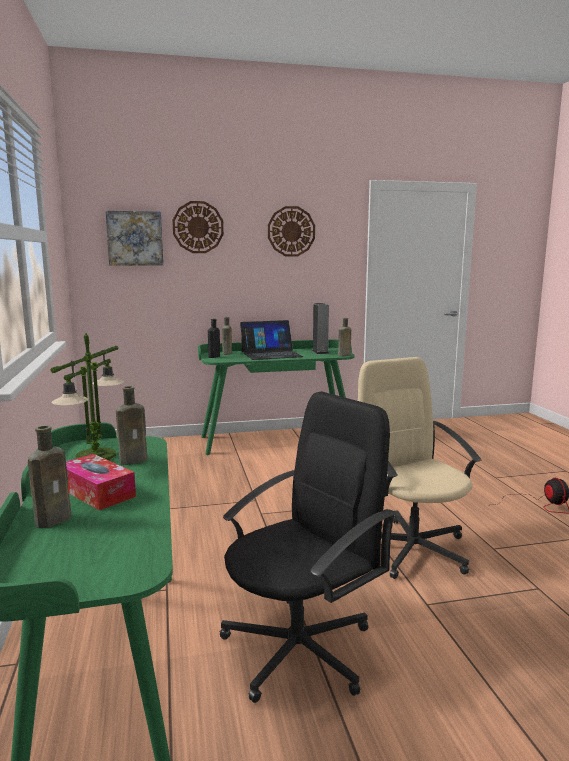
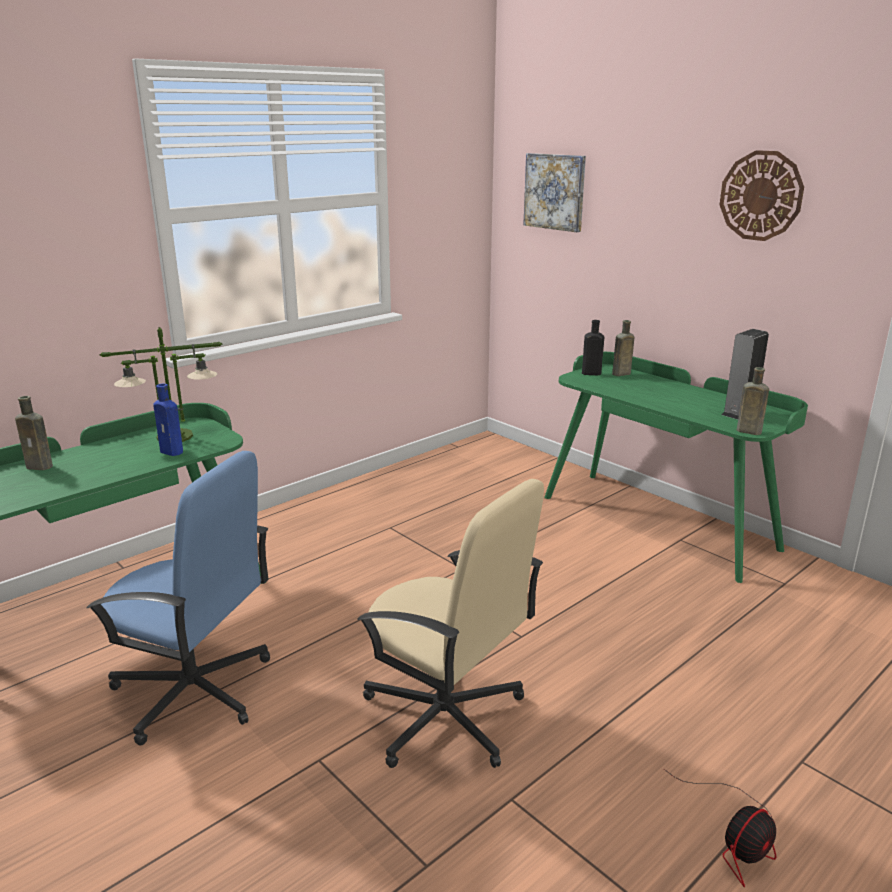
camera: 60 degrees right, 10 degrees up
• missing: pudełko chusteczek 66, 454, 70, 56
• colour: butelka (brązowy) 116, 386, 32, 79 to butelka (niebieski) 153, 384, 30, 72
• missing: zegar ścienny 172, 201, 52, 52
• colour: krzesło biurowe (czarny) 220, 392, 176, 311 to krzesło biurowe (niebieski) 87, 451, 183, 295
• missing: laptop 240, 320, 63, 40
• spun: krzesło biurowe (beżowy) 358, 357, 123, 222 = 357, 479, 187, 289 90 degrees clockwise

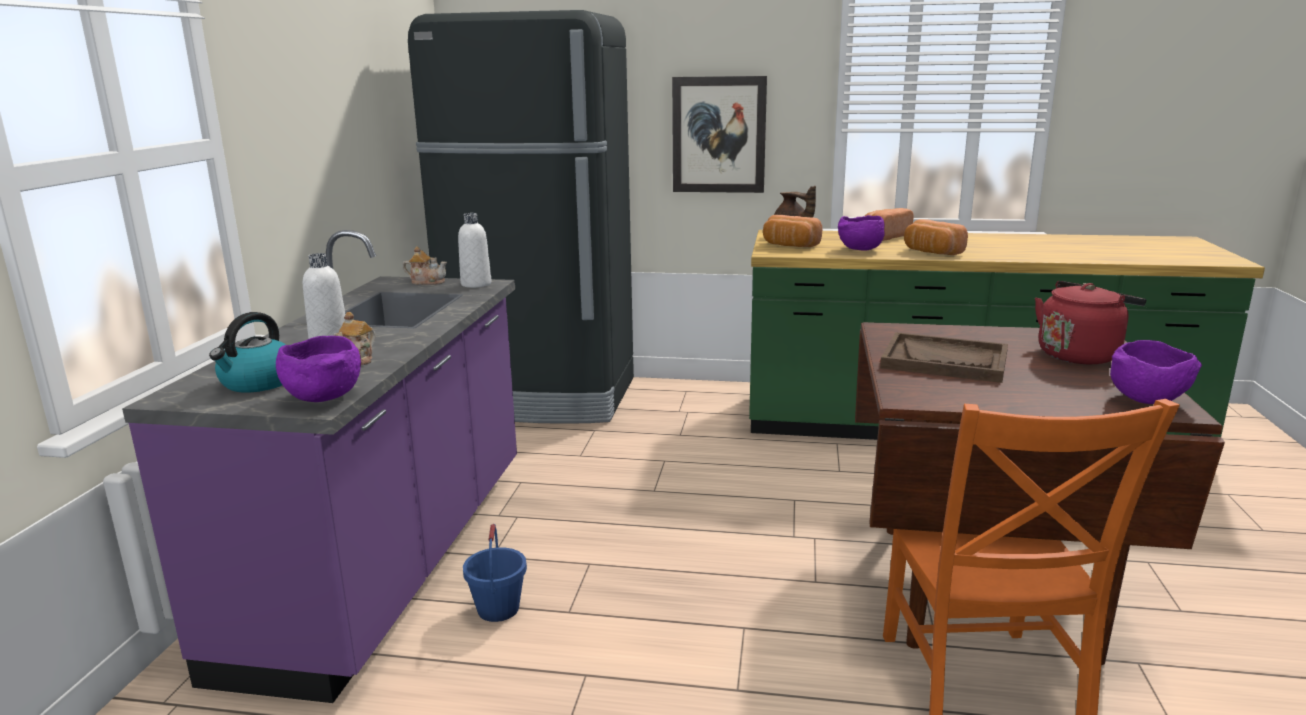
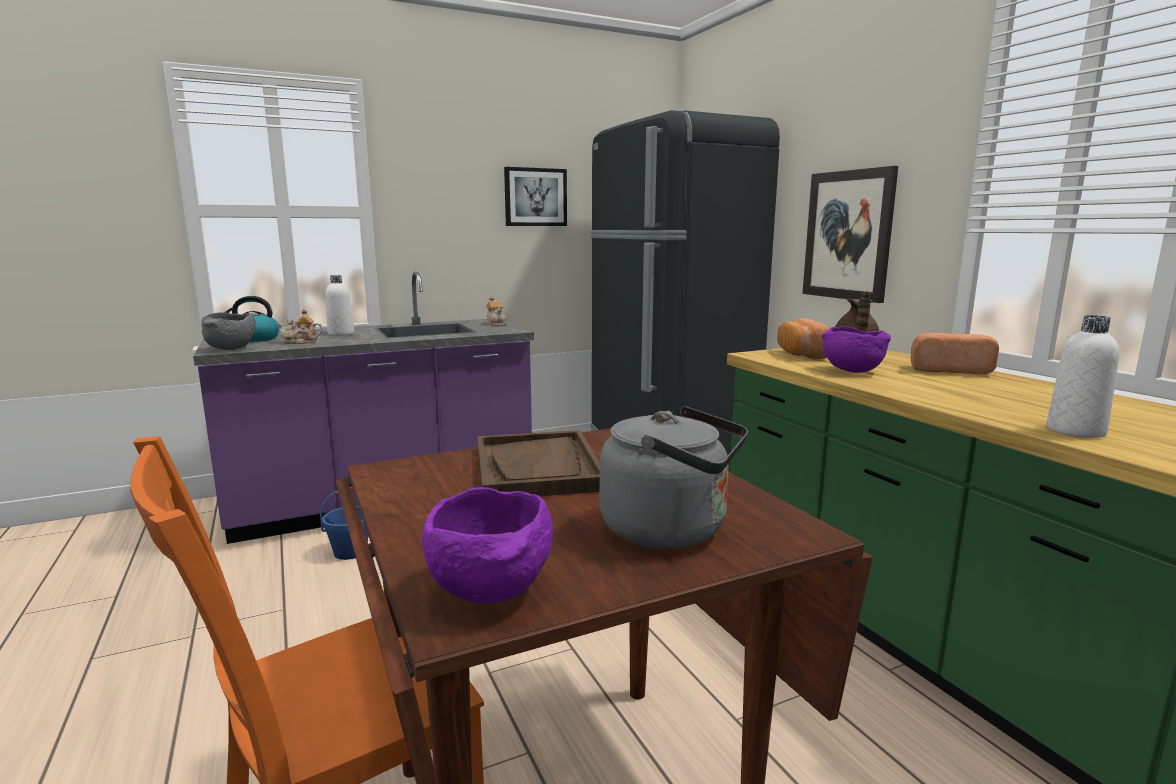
camera: 55 degrees right, 5 degrees down
• colour: miska (fioletowy) 276, 336, 85, 66 to miska (szary) 201, 312, 55, 38
• relocated: butelka (biały) 458, 213, 33, 75 to 1047, 315, 72, 123
• missing: chleb 904, 219, 64, 36
• colour: czajnik (czerwony) 1035, 281, 111, 83 to czajnik (szary) 600, 406, 148, 143
• appeared: obraz 504, 167, 63, 59

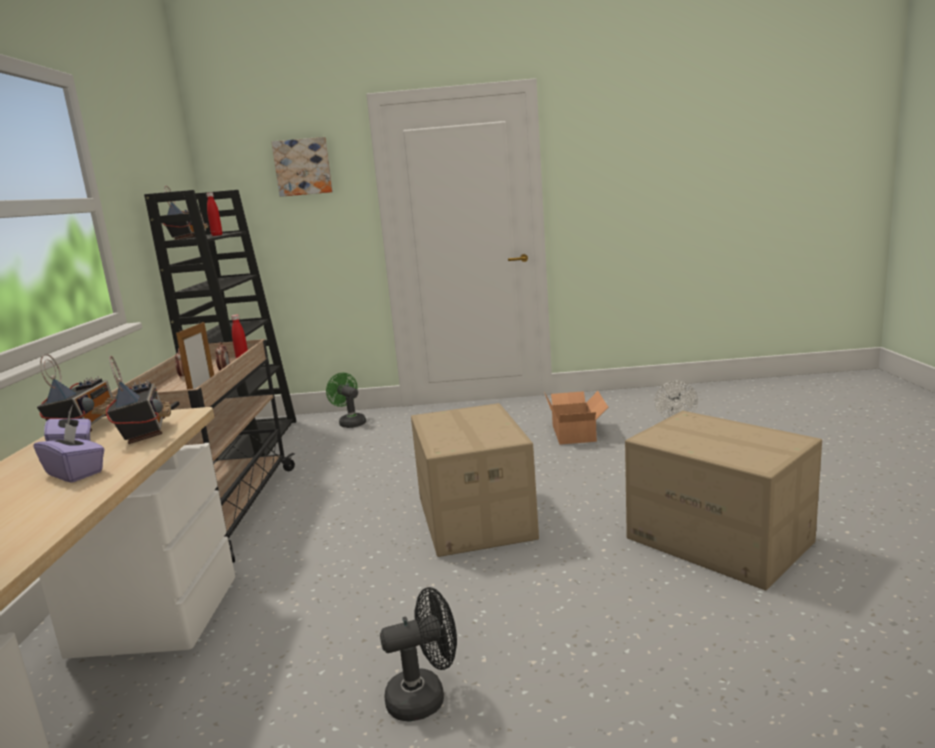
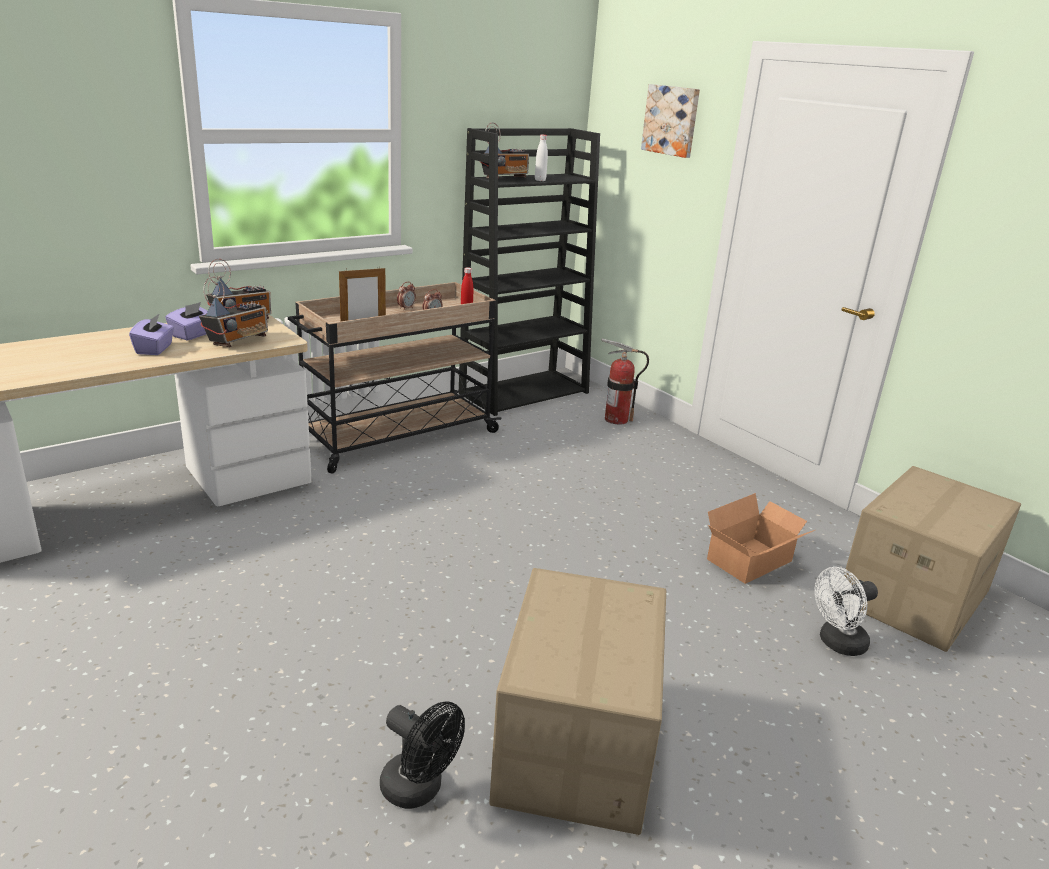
camera: 50 degrees right, 10 degrees up
• colour: butelka (czerwony) 206, 192, 16, 44 to butelka (biały) 535, 135, 13, 46
• exchanged: wentylator (zielony) 326, 373, 40, 55 to gaśnica 602, 339, 47, 86
• relocated: wentylator (czarny) 380, 587, 77, 135 to 380, 701, 85, 108
• relocated: karton 411, 403, 128, 154 to 844, 466, 177, 186

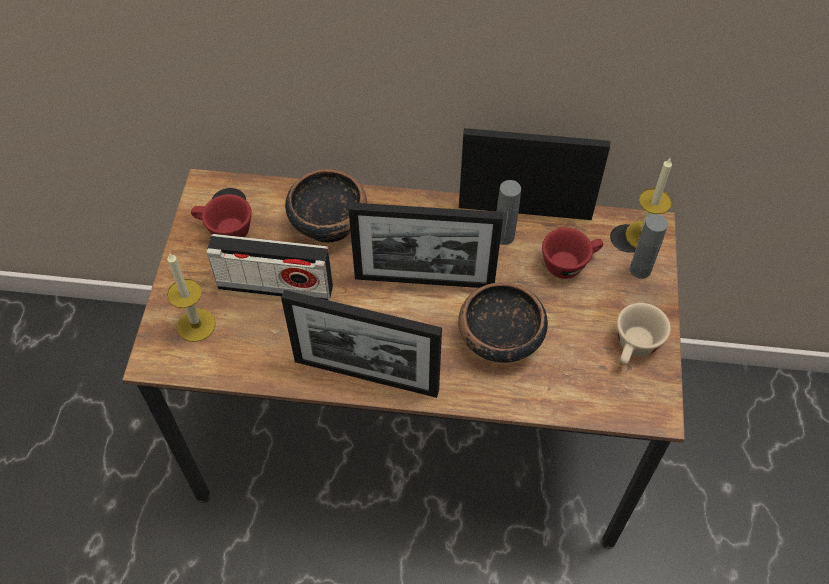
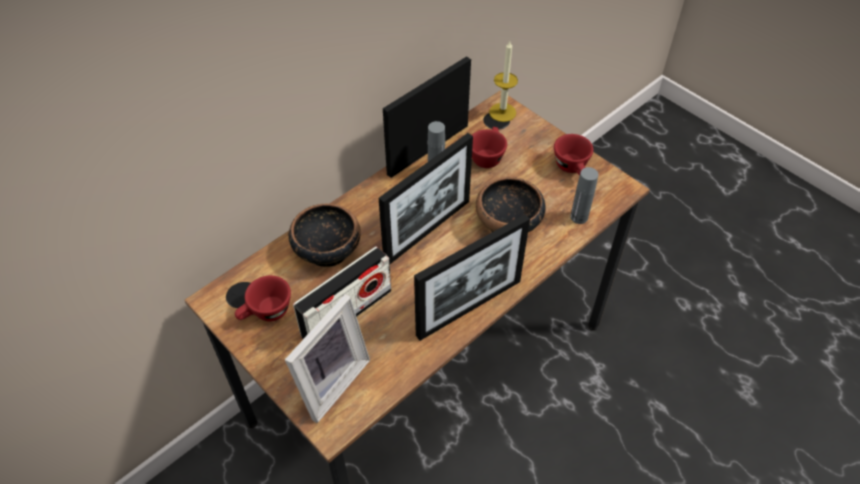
camera: 50 degrees left, 5 degrees down
• exchanged: świeca 167, 252, 49, 90 to ramka na zdjęcie 285, 294, 85, 129
• colour: filiżanka (beżowy) 617, 303, 54, 62 to filiżanka (czerwony) 554, 134, 39, 42
• relocated: butelka (szary) 630, 214, 38, 65 to 570, 167, 29, 57

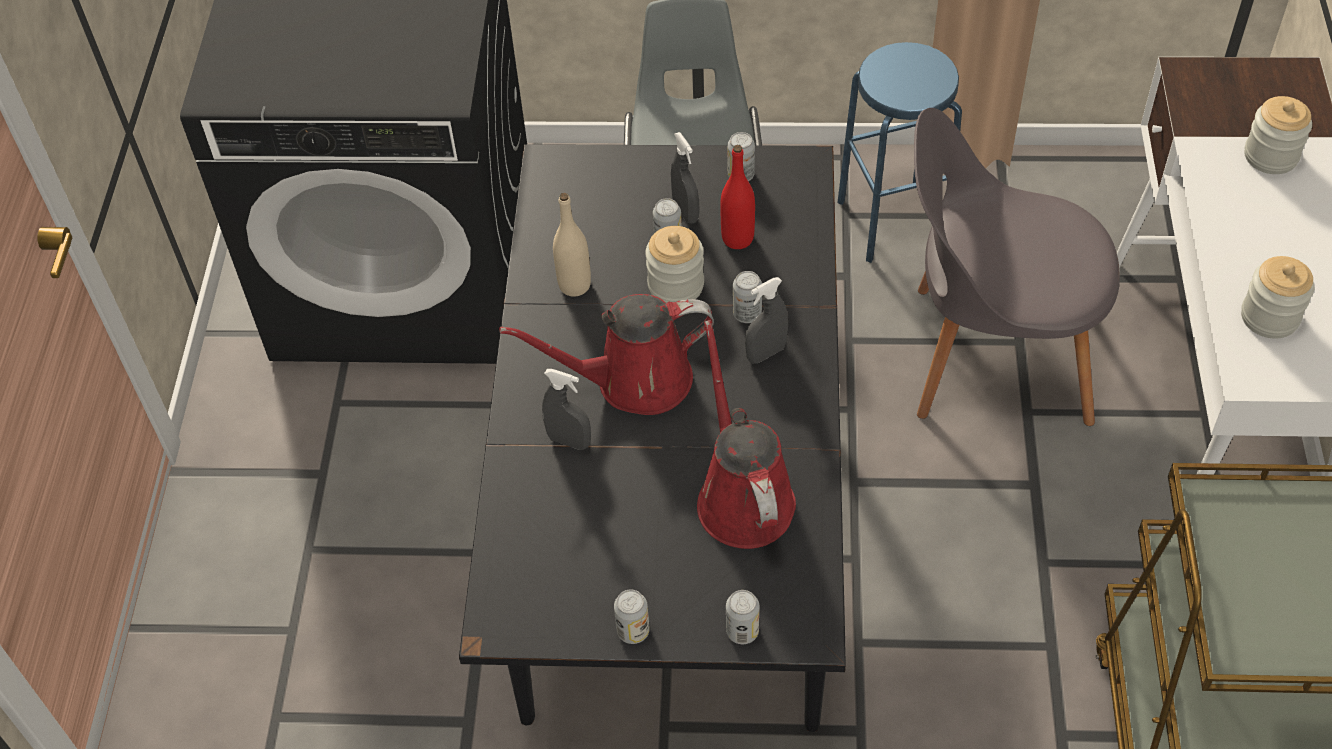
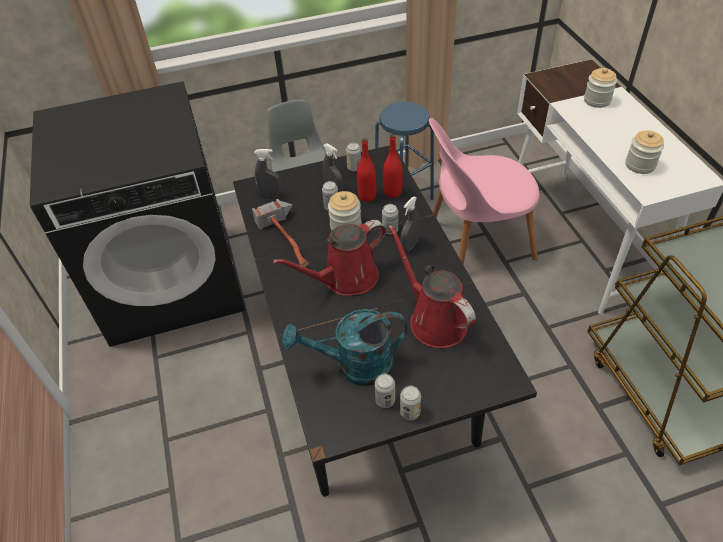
camera: 20 degrees left, 5 degrees down
• relocated: spryskiwacz (szary) 542, 369, 49, 81 to 254, 149, 28, 48
• exchanged: butelka (beżowy) 553, 193, 38, 104 to młotek 252, 199, 57, 68
• relocated: puszka 726, 590, 34, 54 to 375, 374, 20, 34
• colour: krzesło (szary) 914, 108, 206, 318 to krzesło (różowy) 429, 118, 111, 147
• appeared: konewka (turkusowy) 282, 309, 125, 77
• appeared: butelka (czerwony) 383, 134, 19, 64

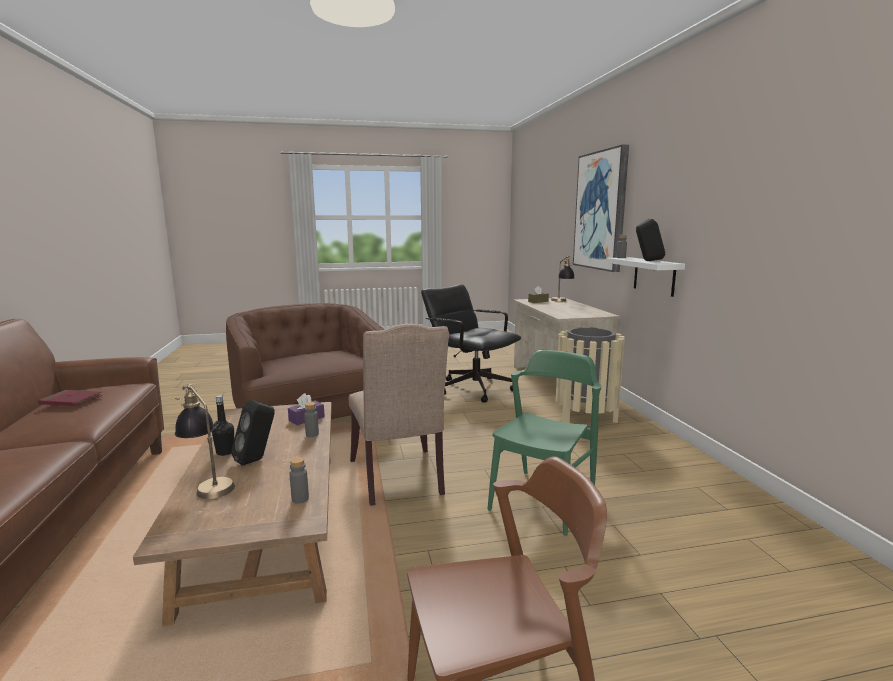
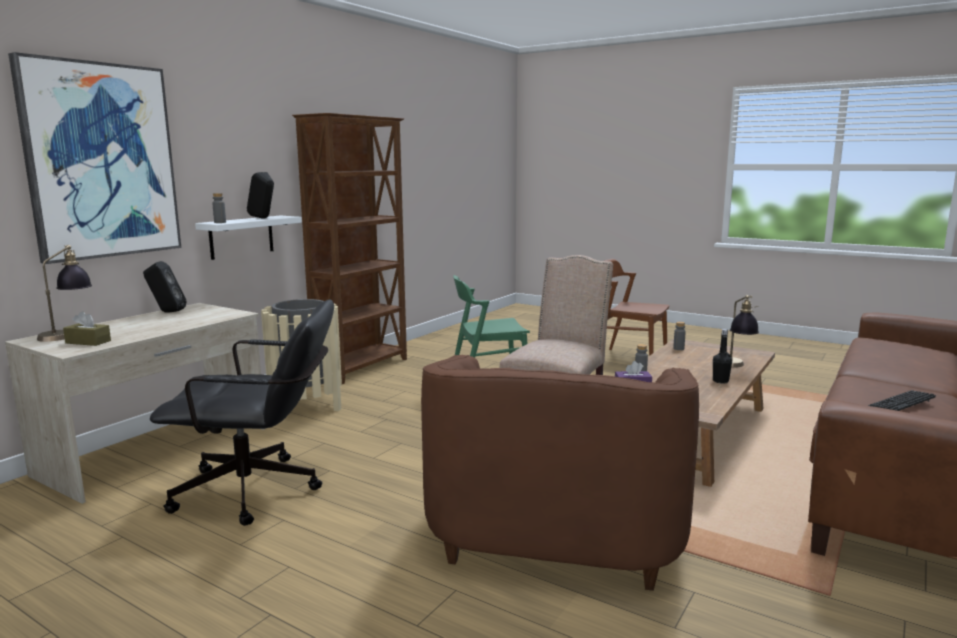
camera: 135 degrees left, 0 degrees up
• exchanged: książka (czerwony) 38, 390, 65, 17 to klawiatura 868, 390, 68, 21
• relocated: głośnik (czarny) 231, 400, 44, 66 to 143, 261, 43, 52
• spun: krzesło biurowe (czarny) 421, 284, 100, 119 = 150, 299, 184, 227 90 degrees counterclockwise
• appeared: regał (brązowy) 292, 113, 115, 271

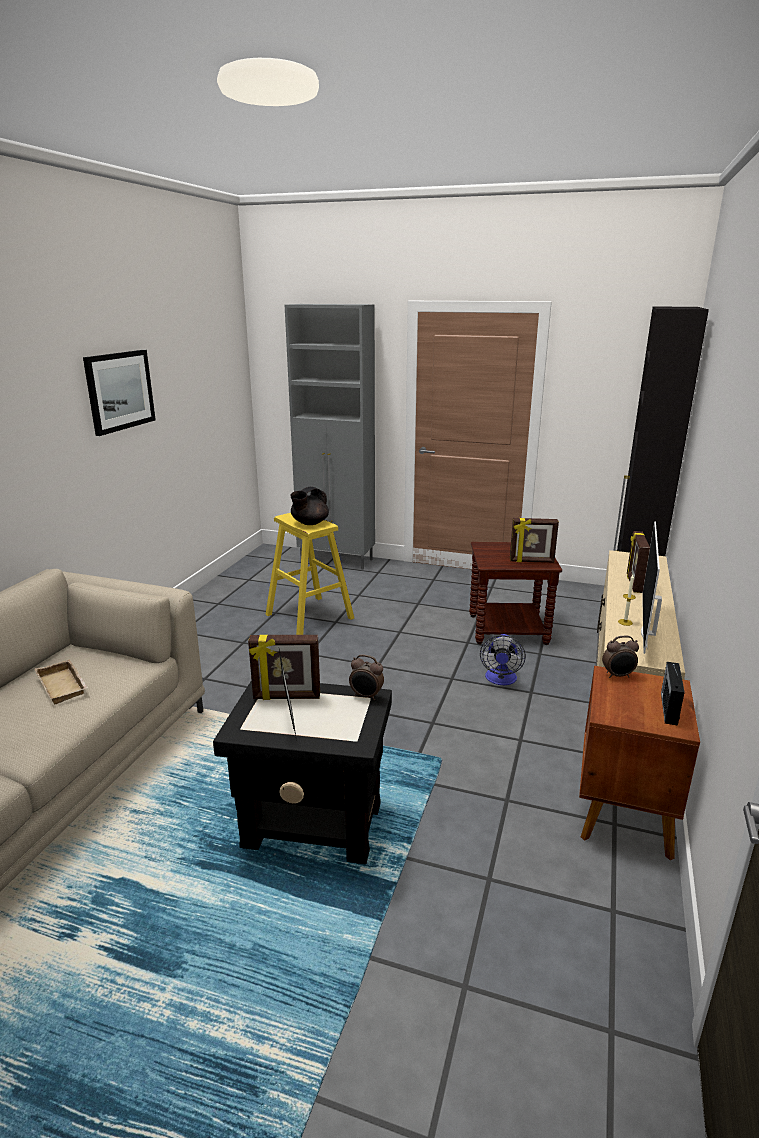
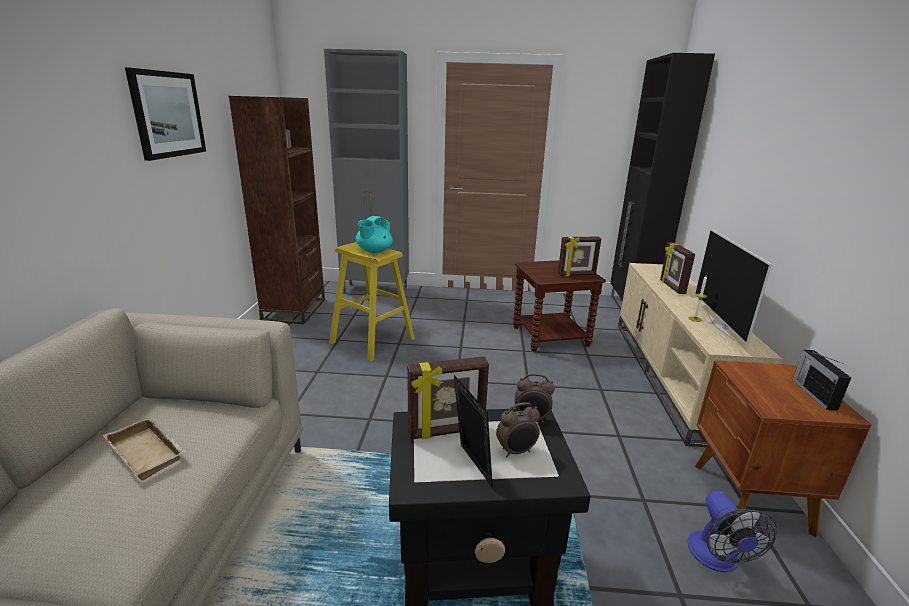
camera: 15 degrees left, 0 degrees up
• colour: imbryk (czarny) 290, 487, 39, 38 to imbryk (turkusowy) 356, 216, 37, 37
• relocated: wentylator 480, 634, 46, 51 to 688, 491, 89, 81
• relocated: budzik 602, 636, 37, 42 to 496, 402, 44, 55
• appeared: regał (brązowy) 229, 96, 96, 228

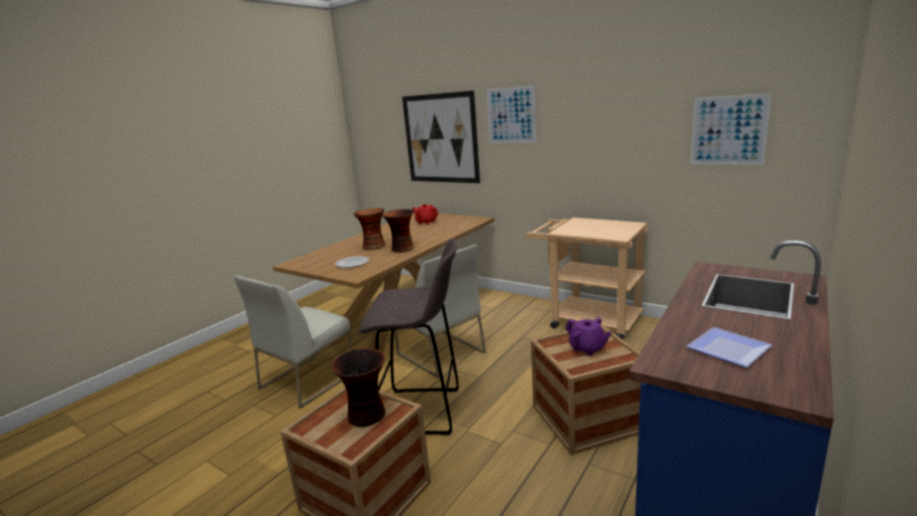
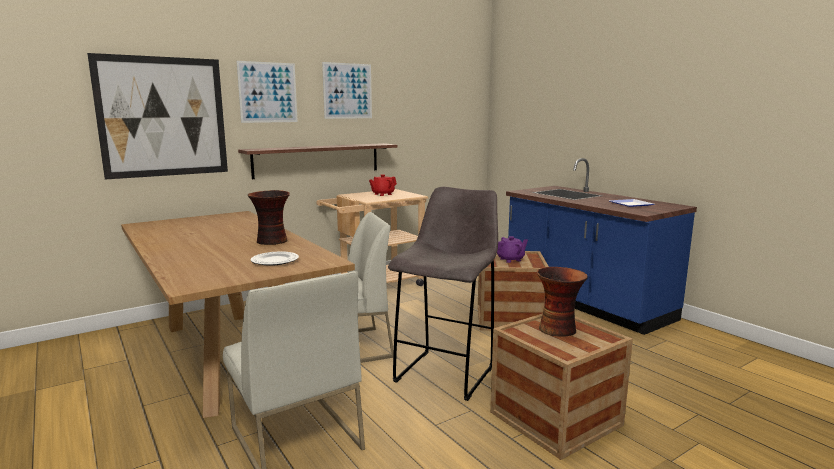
camera: 70 degrees left, 5 degrees down
• missing: wazon 354, 208, 31, 42
• relocated: imbryk (czerwony) 412, 204, 26, 21 to 369, 174, 28, 22
• relocated: obraz 690, 93, 82, 72 to 322, 62, 50, 57
• appeared: półka 238, 143, 159, 36

